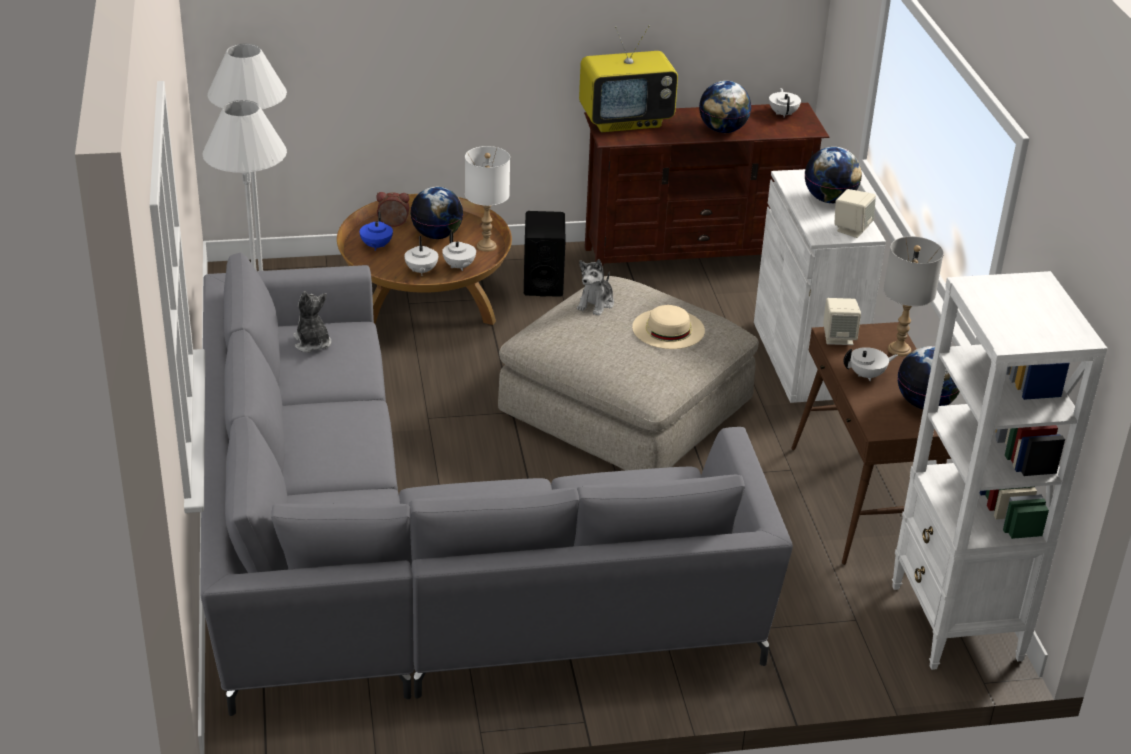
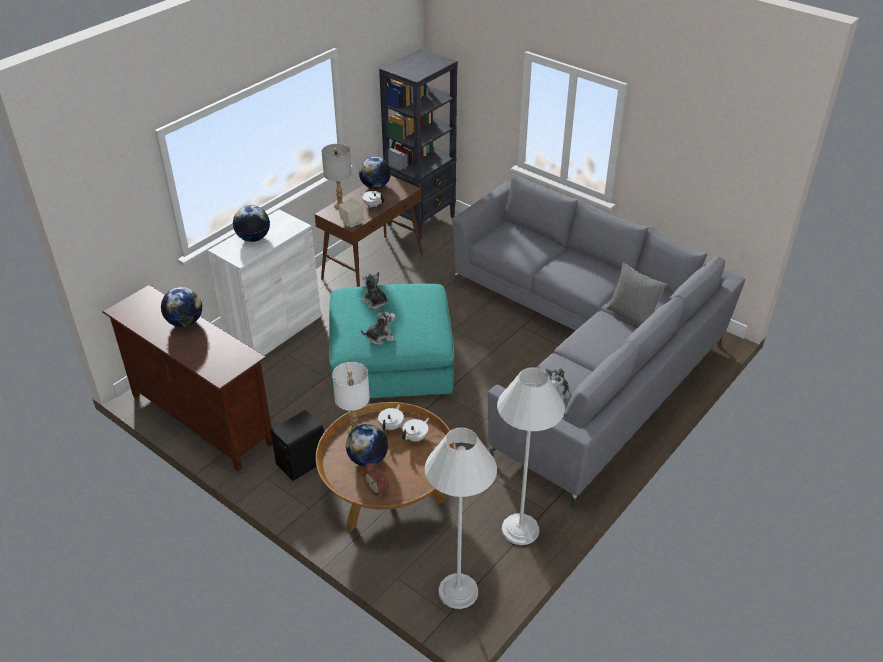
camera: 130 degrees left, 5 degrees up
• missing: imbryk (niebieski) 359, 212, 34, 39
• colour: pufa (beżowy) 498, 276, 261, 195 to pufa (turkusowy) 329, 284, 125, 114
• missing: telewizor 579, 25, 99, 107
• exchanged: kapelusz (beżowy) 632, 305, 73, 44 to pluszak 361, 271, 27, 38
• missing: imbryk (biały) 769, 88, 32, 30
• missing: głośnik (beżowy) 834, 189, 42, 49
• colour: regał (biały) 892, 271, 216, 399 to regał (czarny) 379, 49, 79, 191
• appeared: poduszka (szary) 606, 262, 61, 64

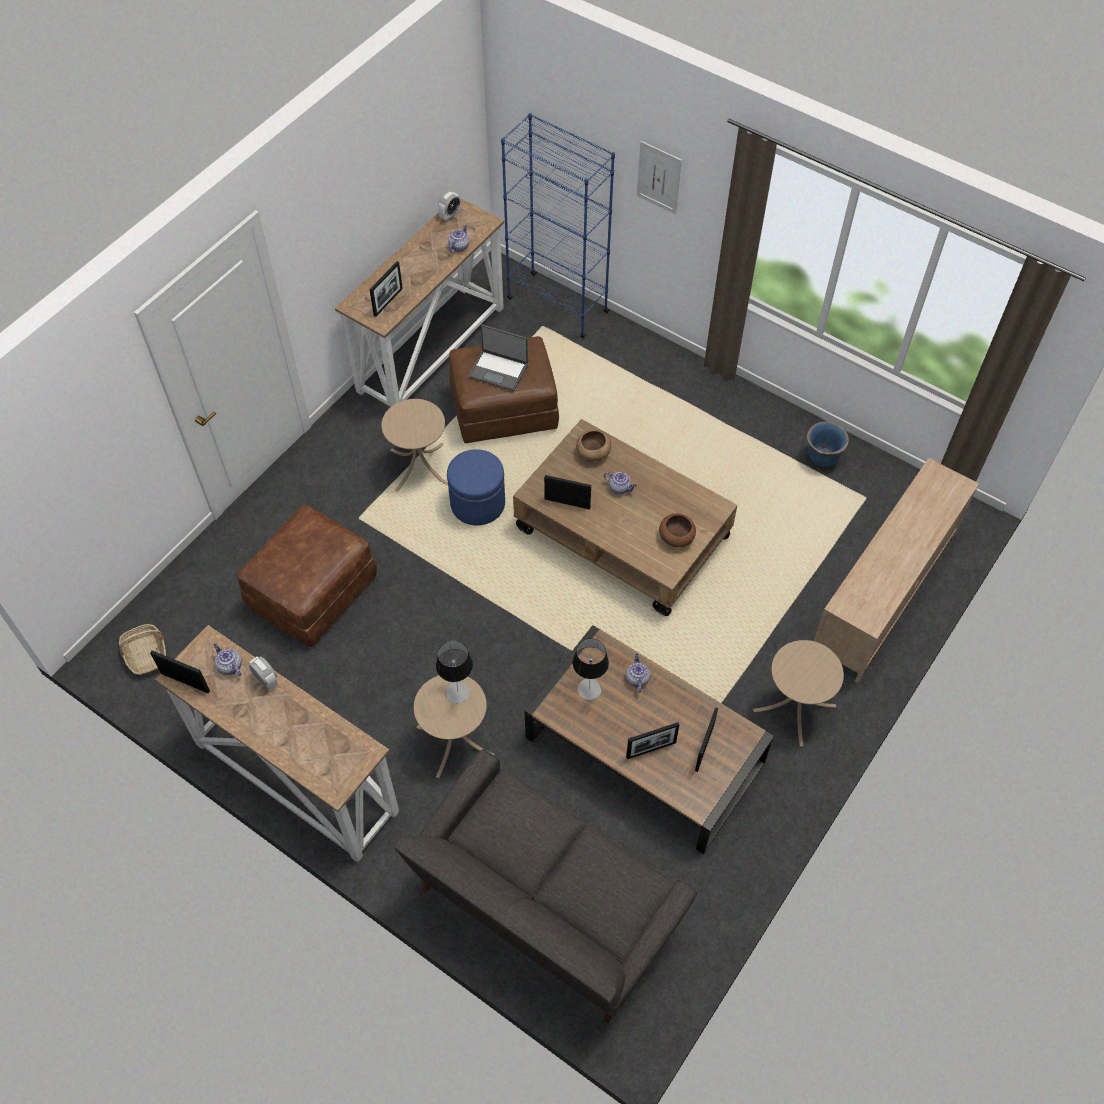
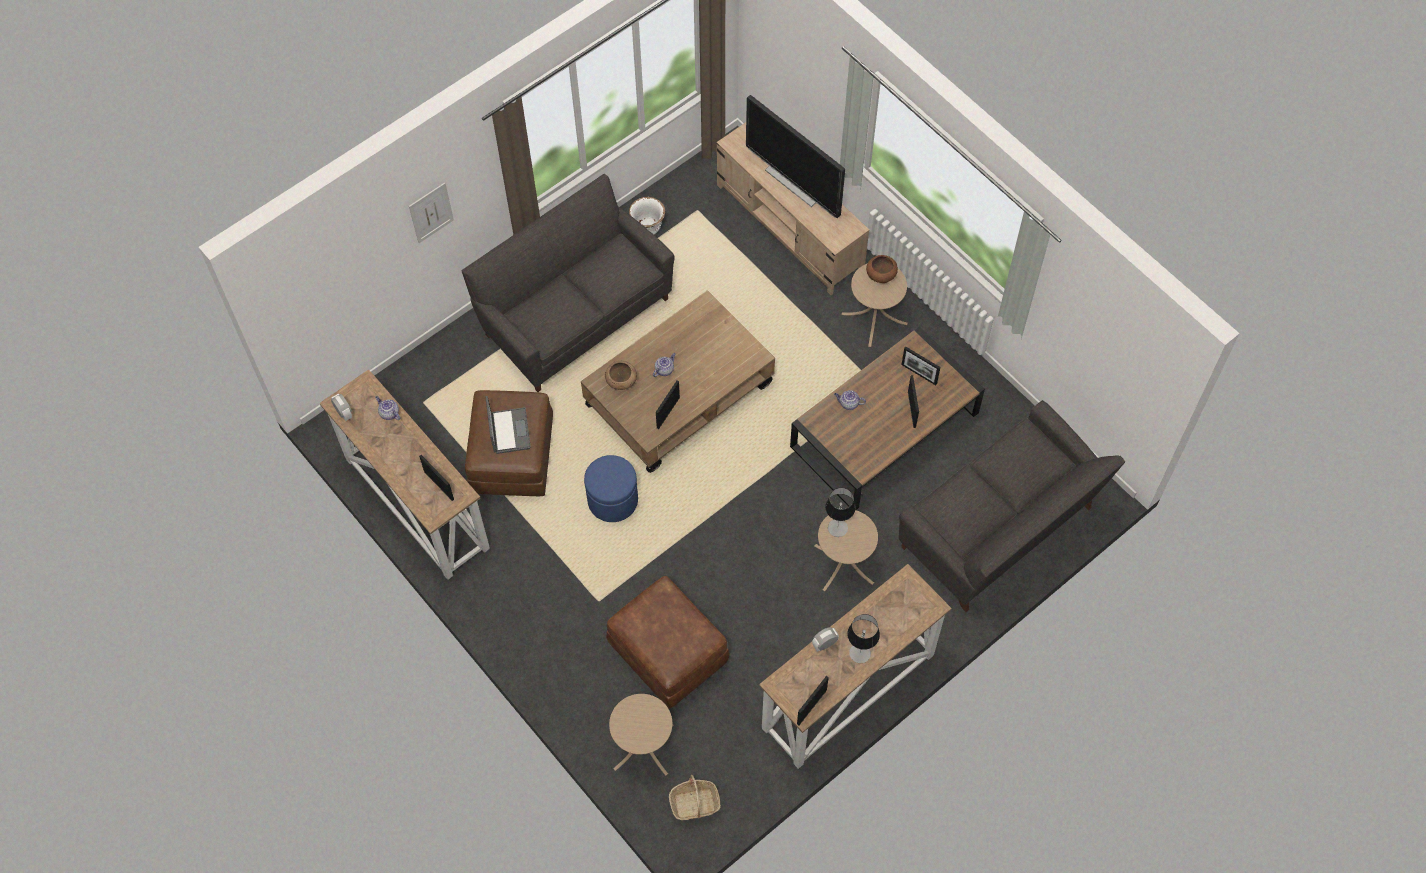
camera: 75 degrees left, 5 degrees up
• missing: imbryk 214, 643, 28, 34
• relocated: stolik (beżowy) 381, 399, 67, 93 to 609, 694, 65, 82
• spun: laptop 468, 325, 60, 66 = 485, 396, 46, 58 45 degrees counterclockwise
• missing: regał (niebieski) 501, 113, 114, 225
• relocated: lampa stołowa 573, 638, 36, 62 to 847, 614, 33, 49
• relocated: miska (brązowy) 659, 513, 37, 34 to 866, 255, 32, 28
• colour: donica (niebieski) 807, 421, 42, 46 to donica (biały) 629, 197, 36, 38
• appeared: kanapa (szary) 462, 174, 213, 218
• appeared: telewizor 746, 95, 99, 123

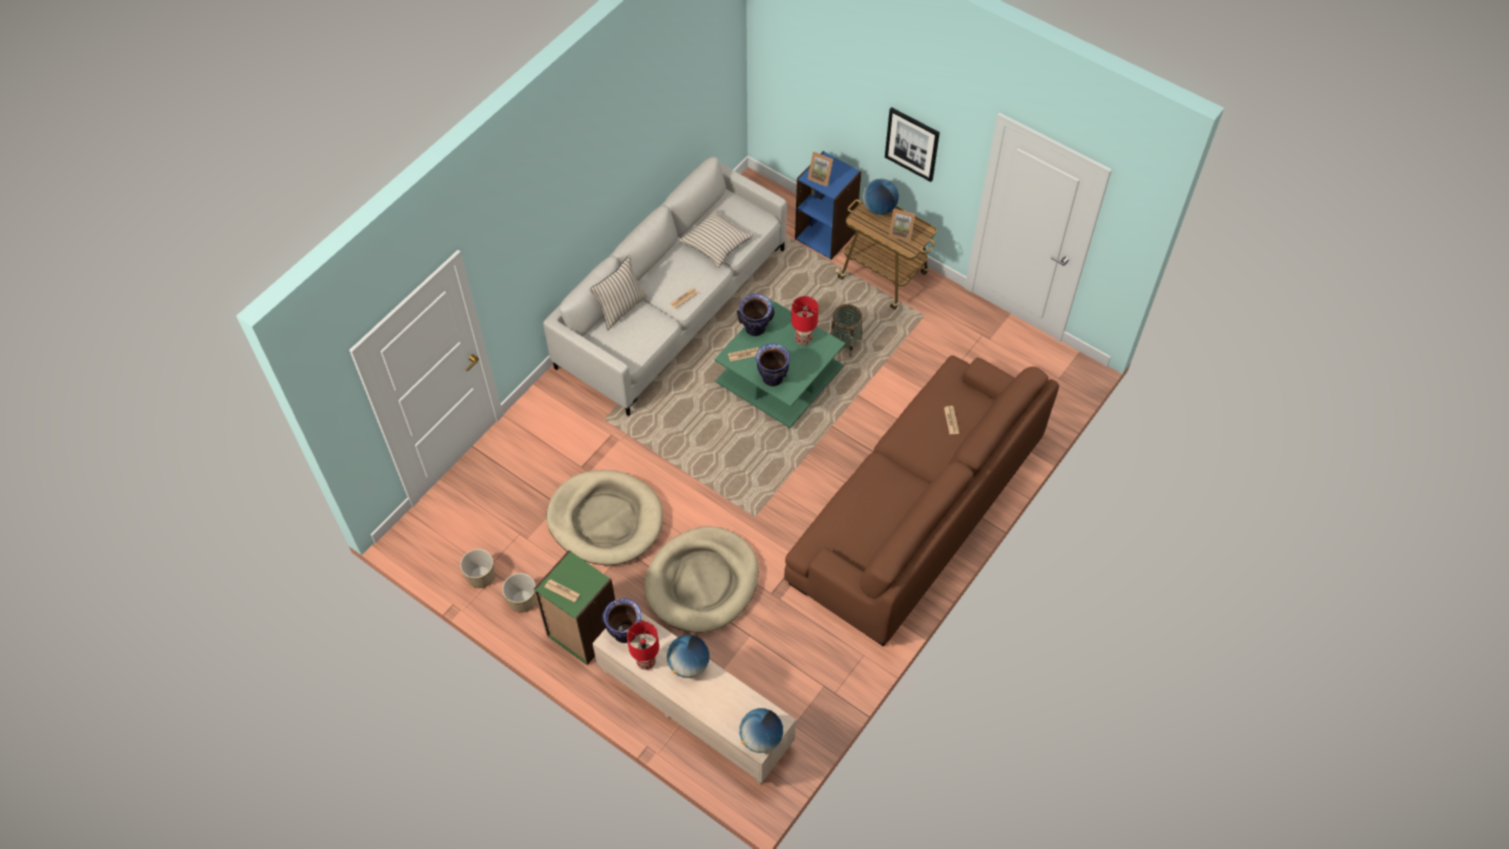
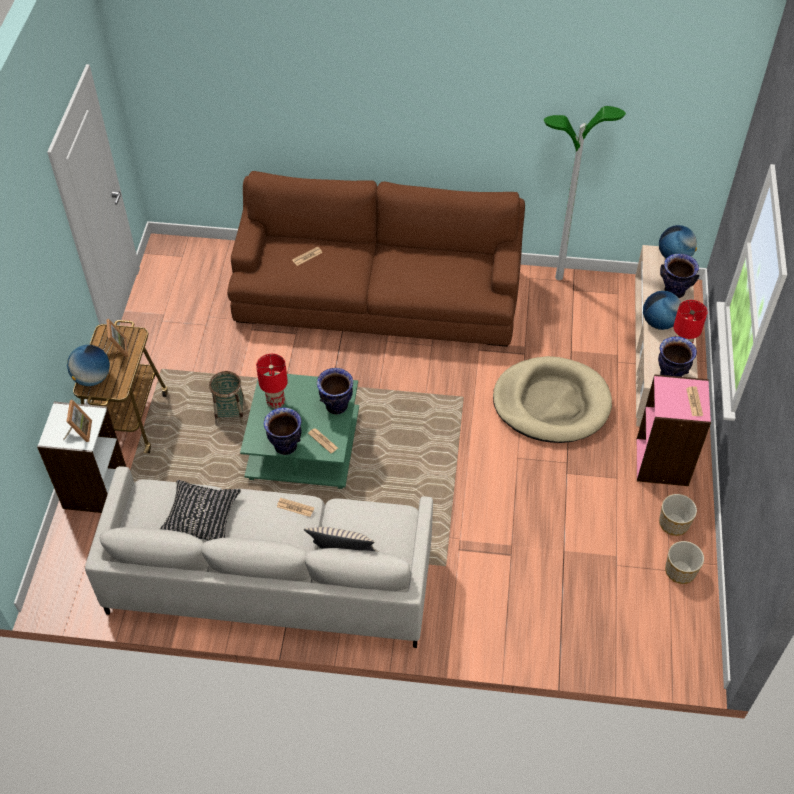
camera: 120 degrees left, 5 degrees down
• colour: regał (zielony) 534, 550, 81, 115 to regał (różowy) 637, 374, 74, 112
• missing: legowisko (beżowy) 546, 470, 117, 95
• colour: poduszka (beżowy) 678, 208, 76, 60 to poduszka (czarny) 160, 480, 81, 61
• colour: regał (niebieski) 795, 151, 66, 109 to regał (biały) 37, 402, 89, 111
• missing: obraz 885, 107, 55, 75
• appeared: lampa stojąca 544, 106, 82, 174
• appeared: wazon 660, 254, 39, 44

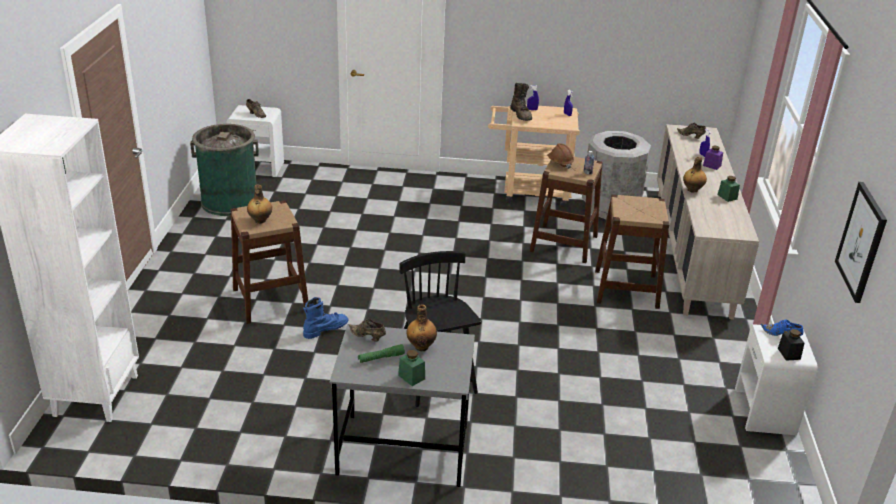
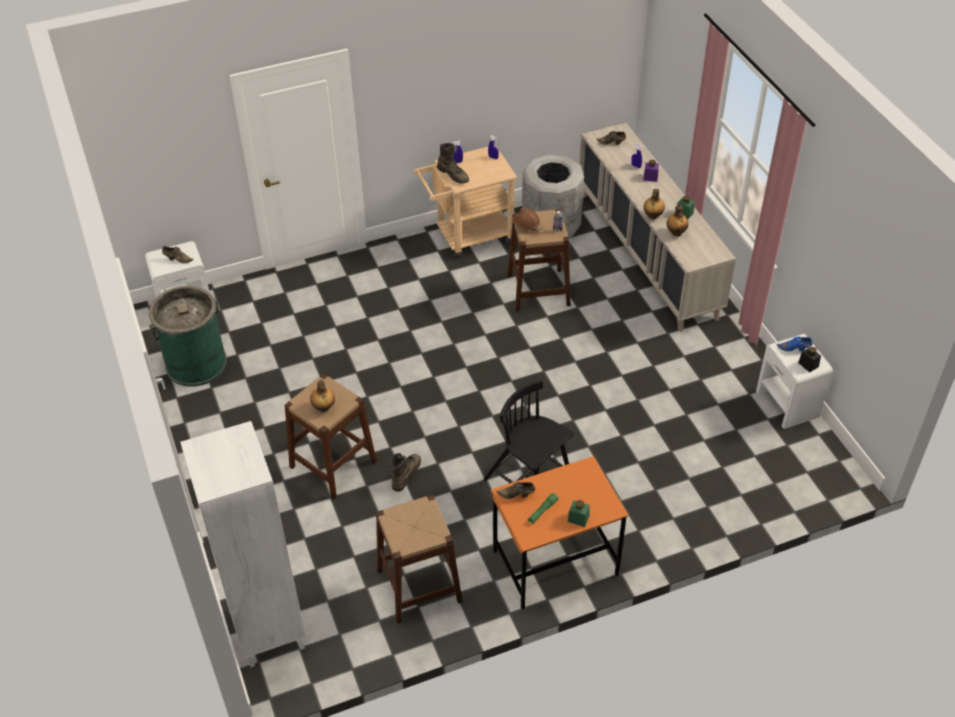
camera: 25 degrees left, 15 degrees up
• colour: but z cholewką (niebieski) 303, 297, 45, 42 to but z cholewką (brązowy) 390, 453, 31, 39
• colour: biurko (szary) 330, 324, 145, 163 to biurko (pomarańczowy) 491, 456, 138, 153
• relocated: butelka 406, 304, 31, 47 to 667, 204, 22, 32
• relocated: stołek (brązowy) 595, 195, 74, 114 to 376, 495, 87, 129
• missing: obraz 835, 182, 52, 121

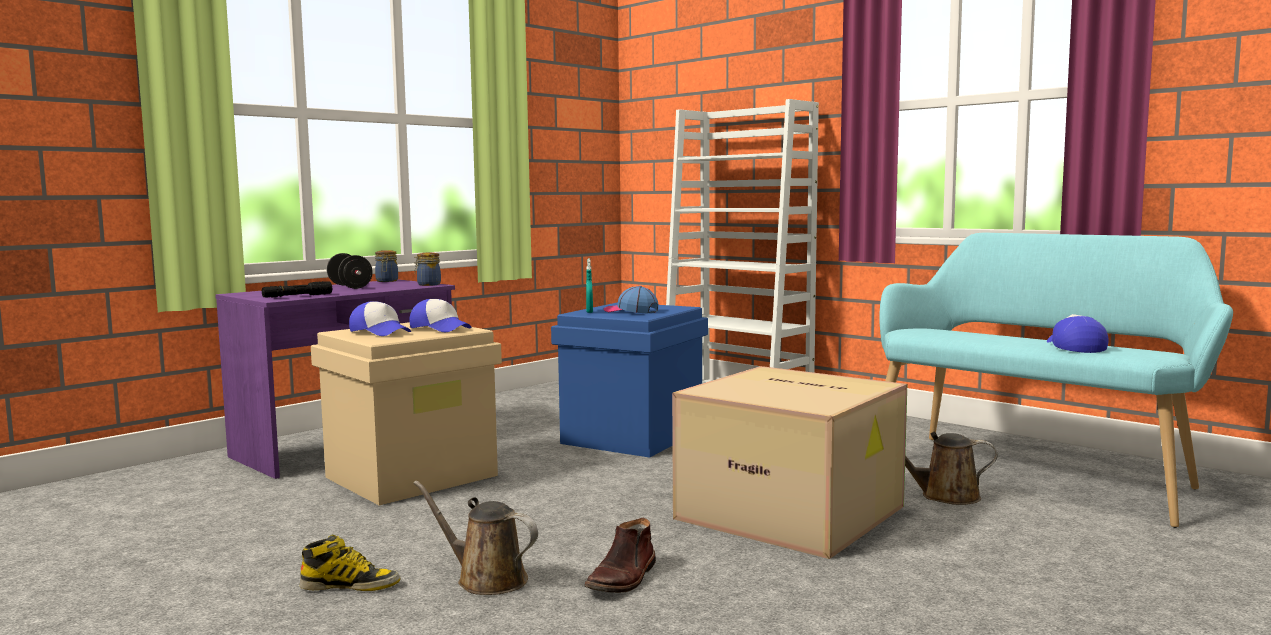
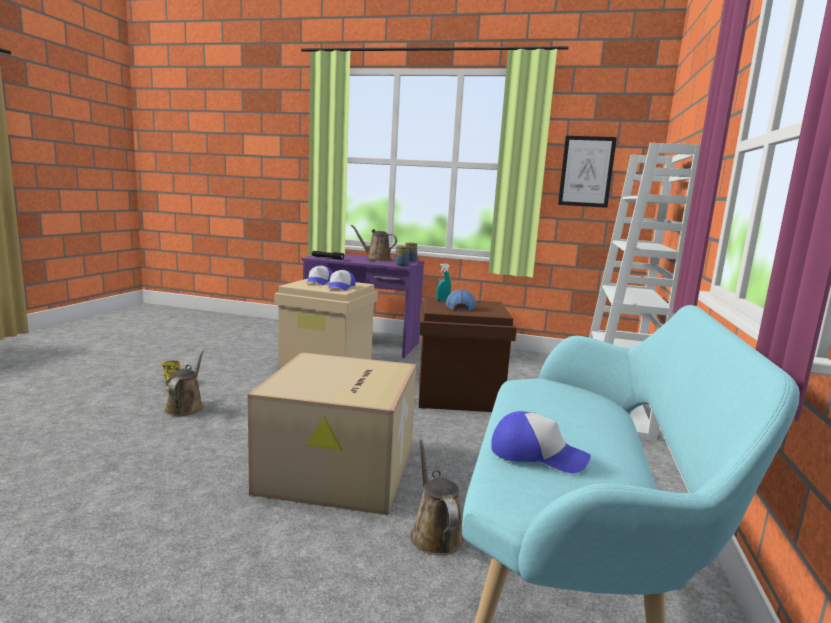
camera: 60 degrees right, 5 degrees up
• exchanged: hantel (czarny) 327, 253, 46, 36 to konewka (brązowy) 350, 225, 48, 36
• colour: pojemnik do przechowywania (niebieski) 551, 302, 157, 156 to pojemnik do przechowywania (brązowy) 419, 298, 98, 114
• missing: but z cholewką (brązowy) 584, 518, 72, 75
• spun: czapka z daszkiem 1047, 314, 61, 39 = 491, 411, 100, 62 45 degrees clockwise
• appeared: obraz 558, 136, 59, 72

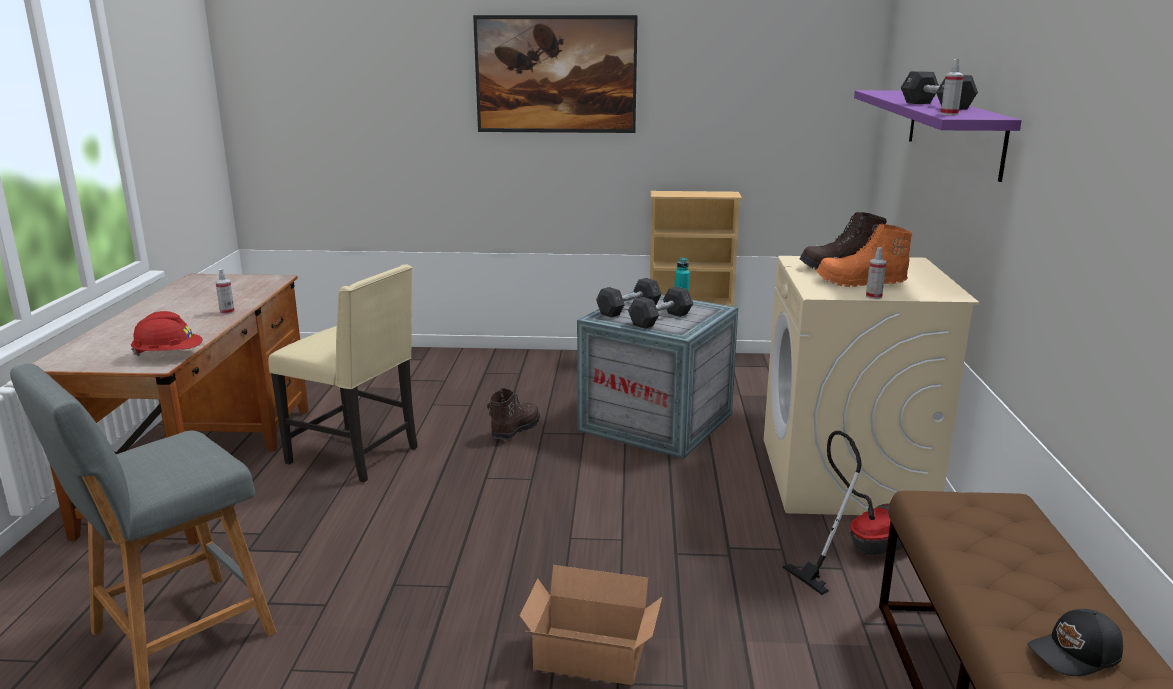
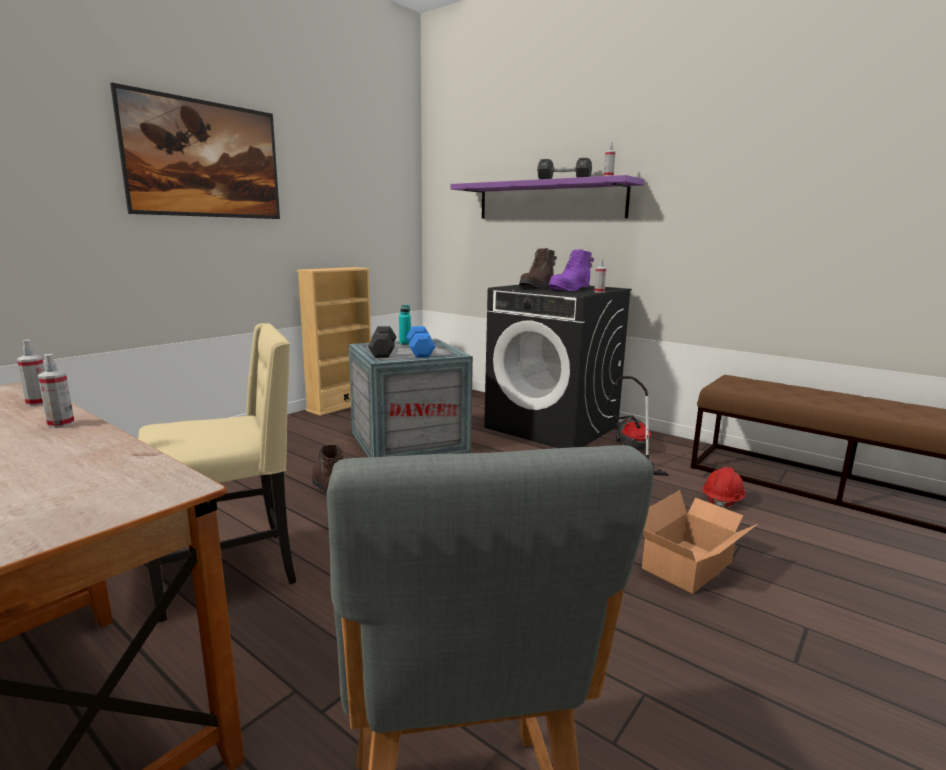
camera: 55 degrees left, 5 degrees down
• relocated: kask (czerwony) 131, 311, 72, 45 to 703, 467, 43, 41
• colour: hantel (szary) 628, 286, 65, 43 to hantel (niebieski) 406, 326, 29, 32
• colour: pralka (beżowy) 764, 256, 215, 259 to pralka (czarny) 484, 285, 148, 163
• colour: but z cholewką (pomarańczowy) 816, 224, 97, 63 to but z cholewką (fioletowy) 548, 249, 46, 42
• missing: czapka z daszkiem (czarny) 1027, 609, 96, 67
• appeared: spryskiwacz 17, 340, 28, 67

